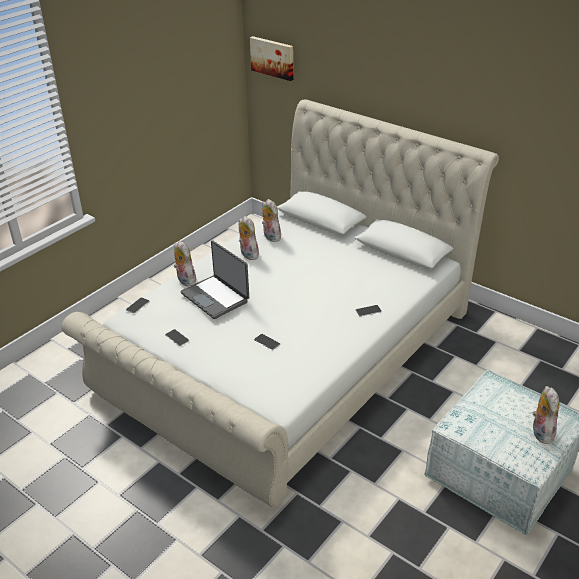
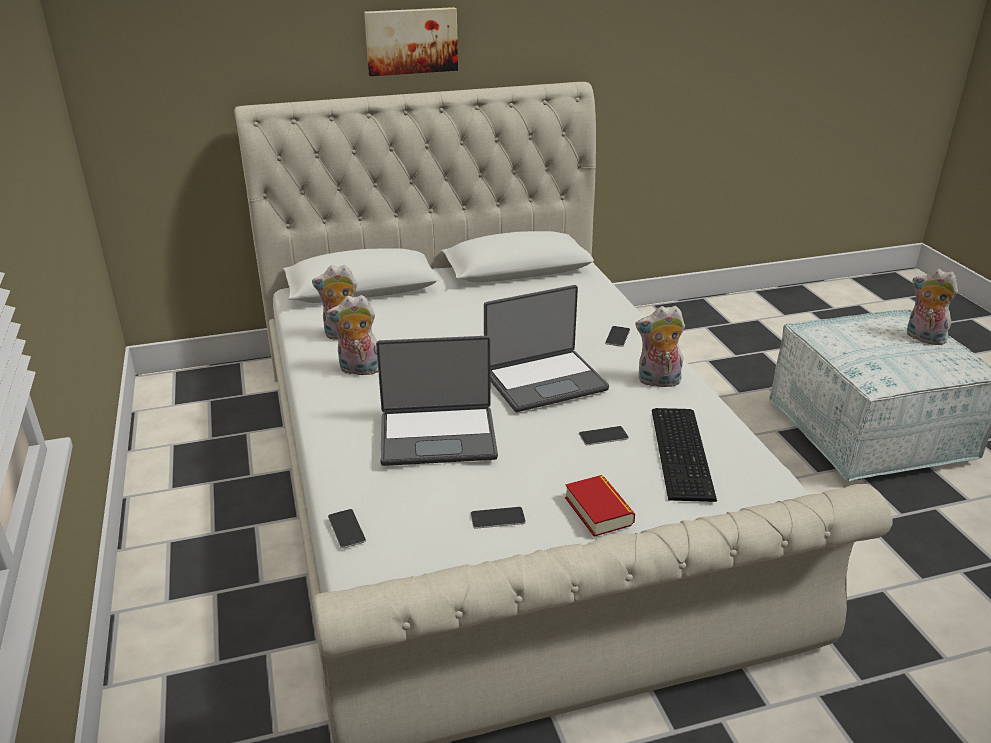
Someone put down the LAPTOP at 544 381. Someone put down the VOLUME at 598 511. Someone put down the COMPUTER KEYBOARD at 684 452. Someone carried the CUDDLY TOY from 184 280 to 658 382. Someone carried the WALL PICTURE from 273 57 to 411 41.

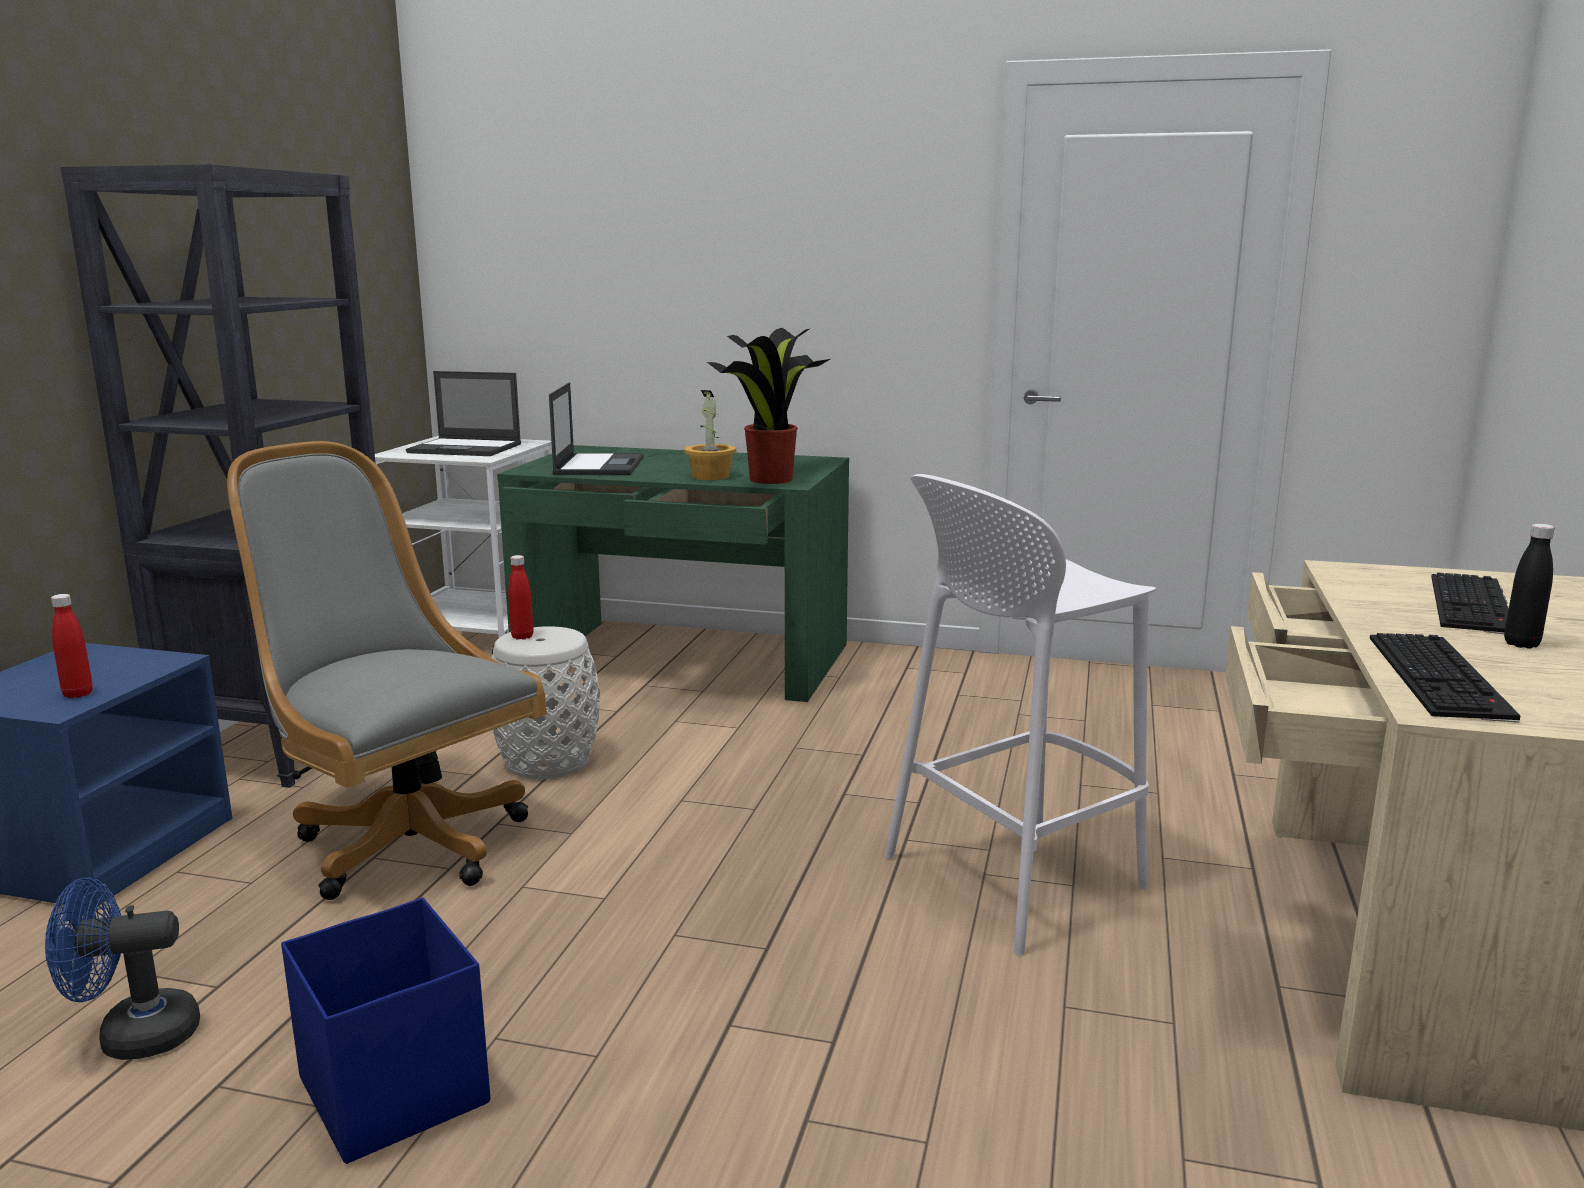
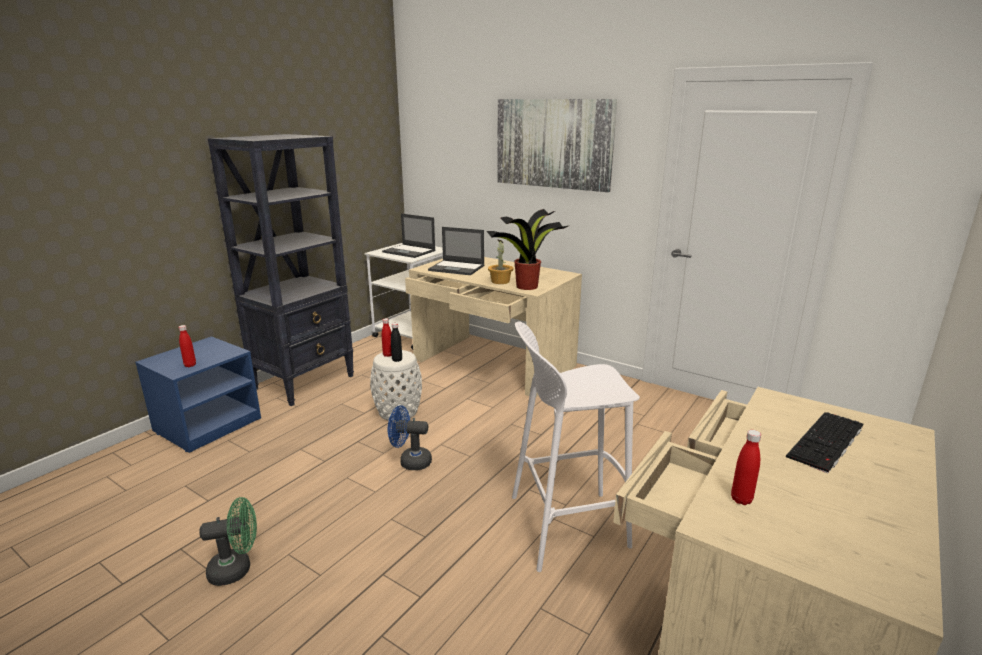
Someone took away the GREYISH COMPUTER CHAIR at 399 840. Someone put up the WALL PICTURE at 553 144. Someone carried the BLUISH FAN from 133 1036 to 410 461. Someone carried the BLACK BEVERAGE BOTTLE from 1521 644 to 397 360. Someone swapped the BLUISH STORAGE CONTAINER at 394 1089 for the GREEN FAN at 237 569. Someone swapped the COMPUTER KEYBOARD at 1442 677 for the RED BEVERAGE BOTTLE at 741 499. Someone repainted the GREEN DESK UNIT at 681 664, which became the BEIGE-COLOURED DESK UNIT at 490 366. Someone rotated the LAPTOP at 599 465 by 90 degrees clockwise.

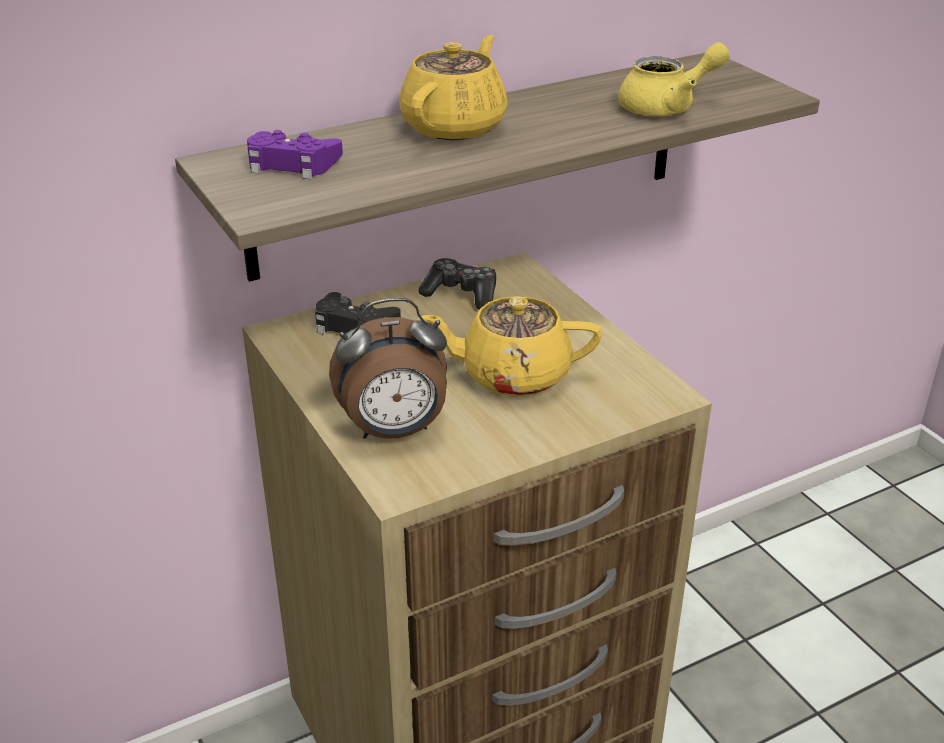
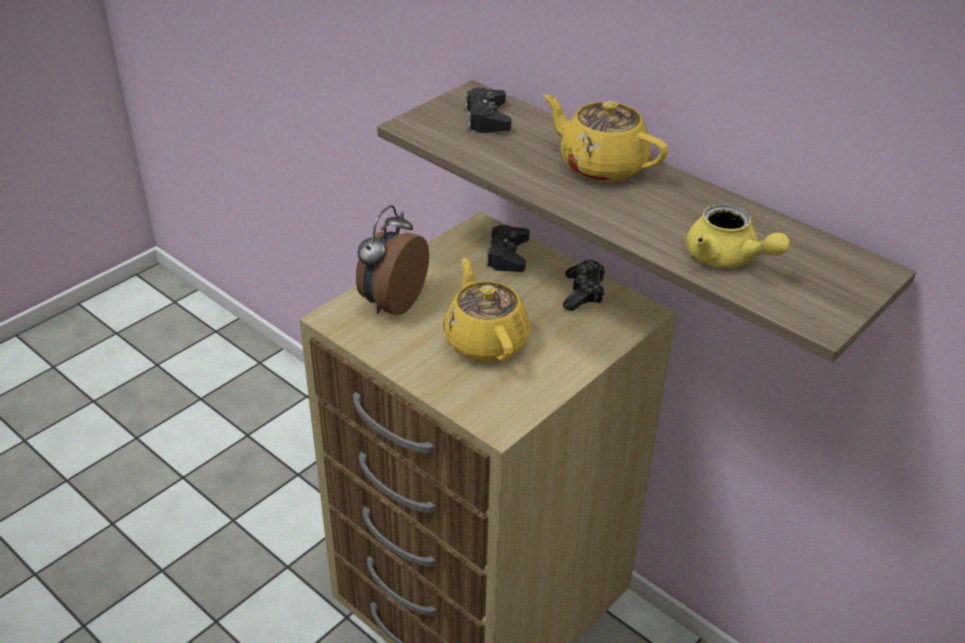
Someone repainted the PURPLE-COLOURED JOYPAD at 291 164, which became the BLACK JOYPAD at 487 118. Someone rotated the BEDSIDE CLOCK at 394 431 by 60 degrees clockwise. Someone rotated the YELLOW TEAPOT at 455 126 by 150 degrees counterclockwise.

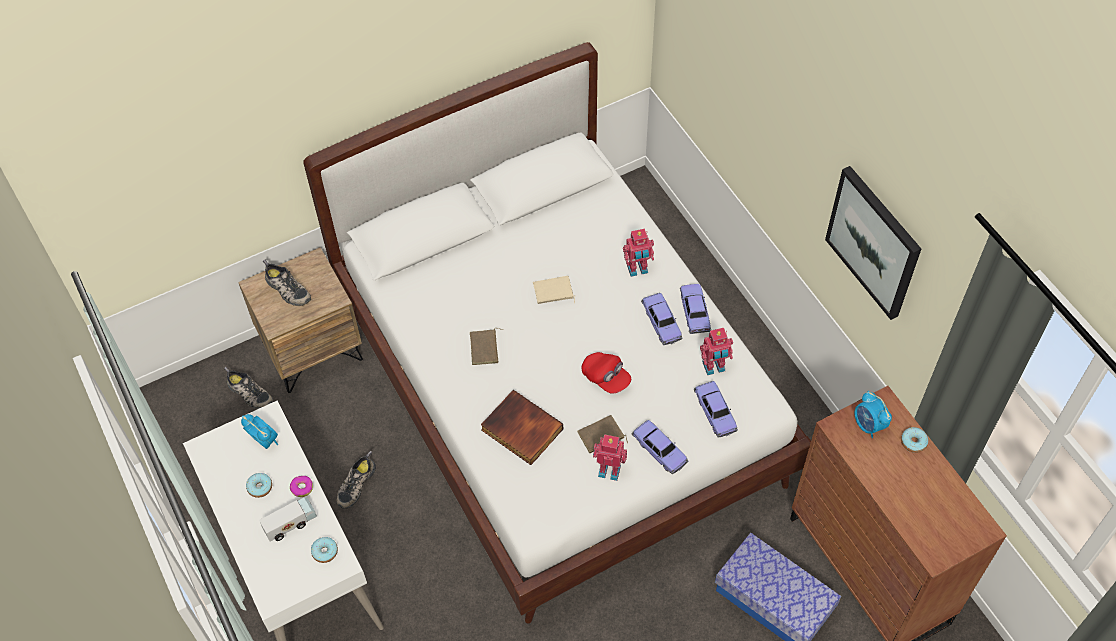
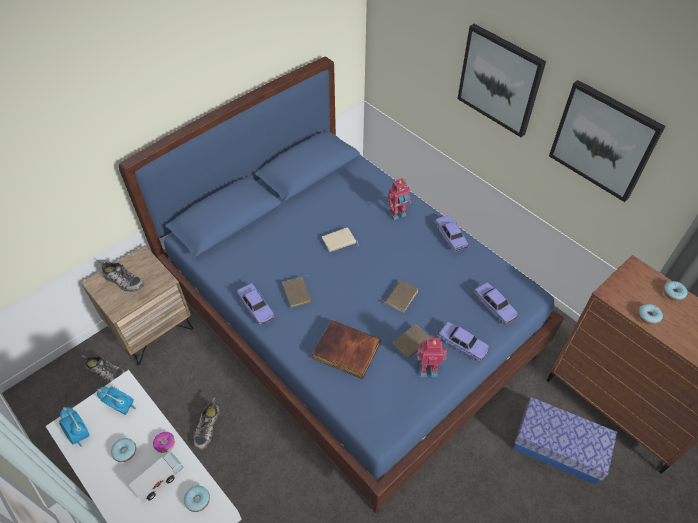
Someone took away the TOY ROBOT at 714 367. Someone put up the WALL PICTURE at 500 80. Someone put down the RING DOUGHNUT at 648 316. Someone carried the TOY CAR from 661 322 to 256 307. Someone carried the BEDSIDE CLOCK from 868 425 to 79 434. Someone swapped the RED CAP at 606 378 for the BROWNISH VOLUME at 400 297. Someone repainted the WHITE BEDROOM BED at 560 391, which became the BLUISH BEDROOM BED at 349 322.

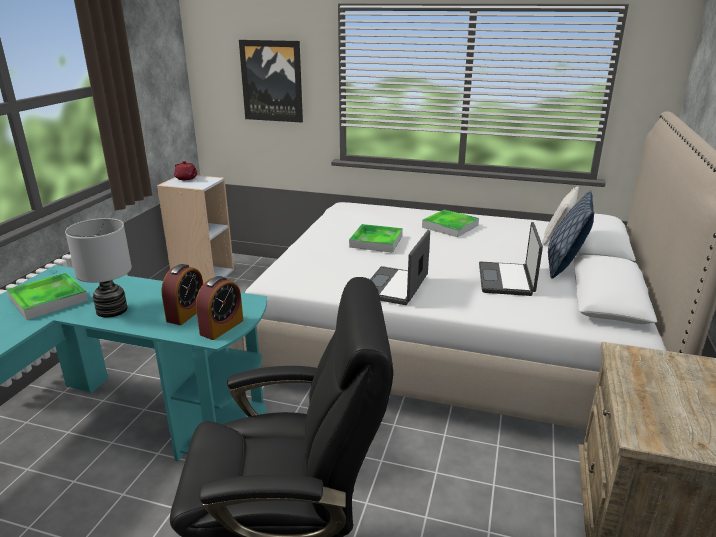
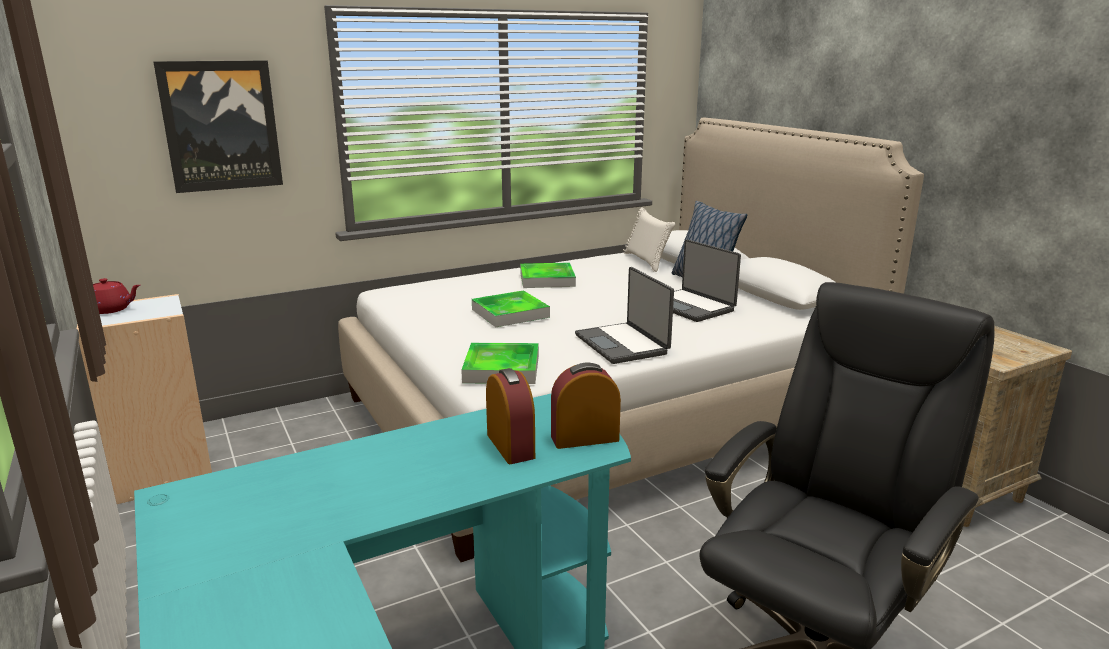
Someone took away the GREYISH LAMP FOR A TABLE at 111 310. Someone carried the TRAY from 48 299 to 502 368. Someone rotated the BEDSIDE CLOCK at 222 327 by 90 degrees counterclockwise.

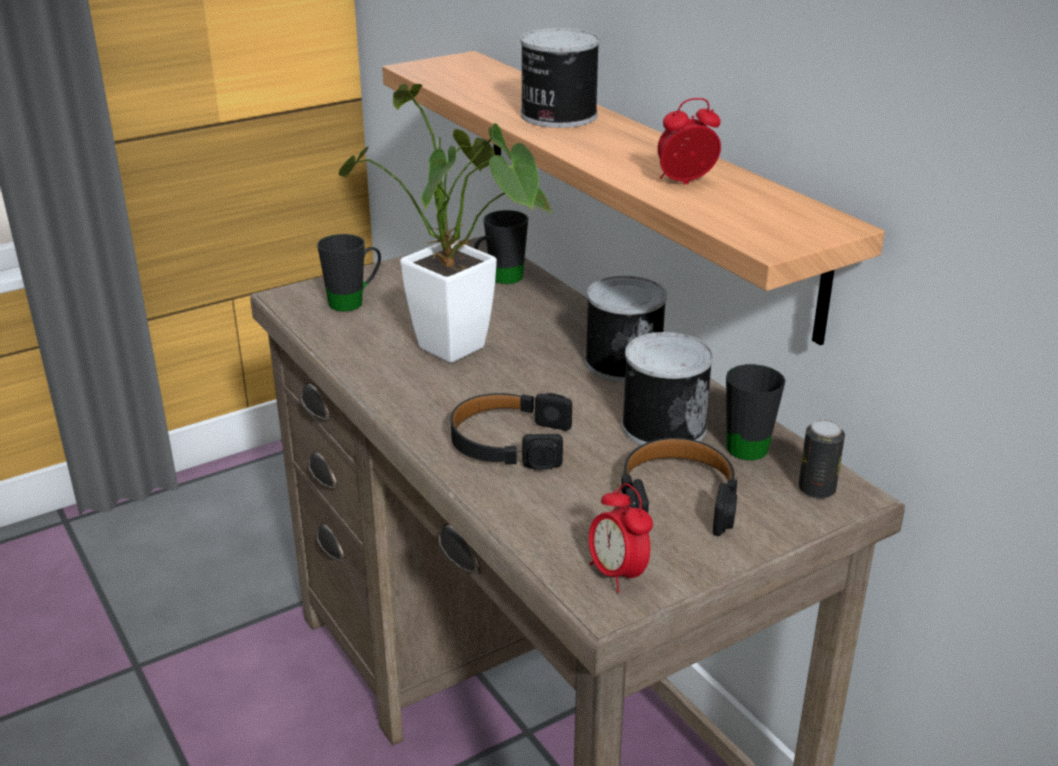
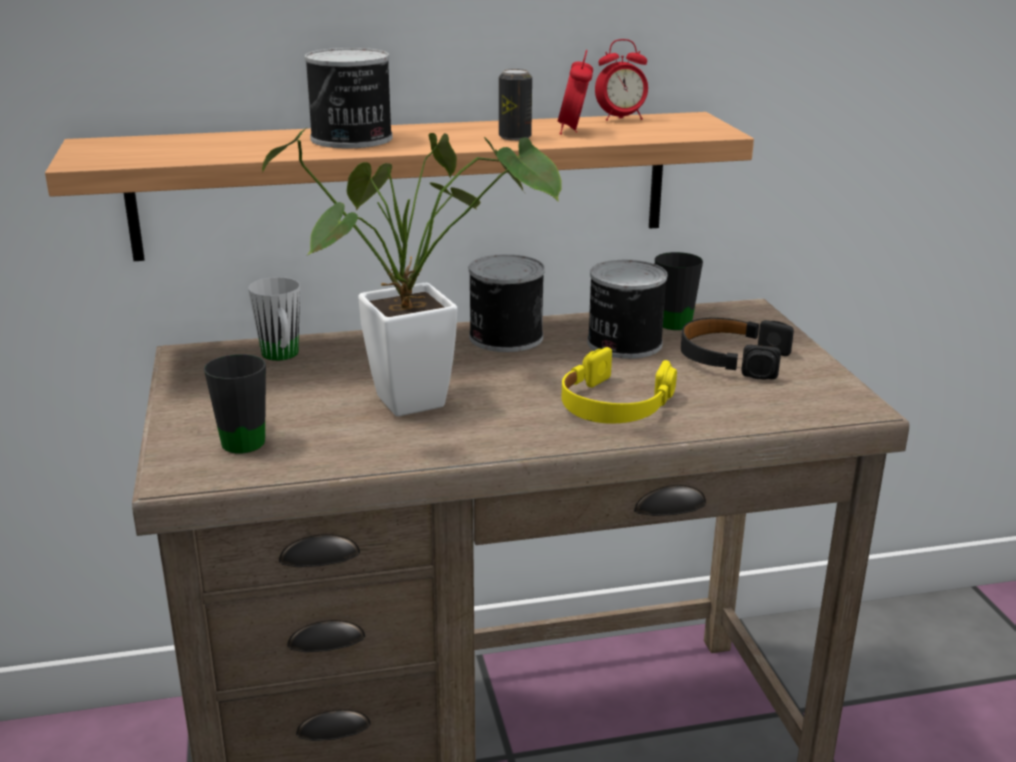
Someone carried the BEDSIDE CLOCK from 617 574 to 621 118. Someone carried the CAN from 816 489 to 515 137. Someone repainted the BLACK PAIR OF HEADPHONES at 509 443, which became the YELLOW PAIR OF HEADPHONES at 613 404. Someone repainted the BLACK MUG at 499 280, which became the WHITE MUG at 282 357.

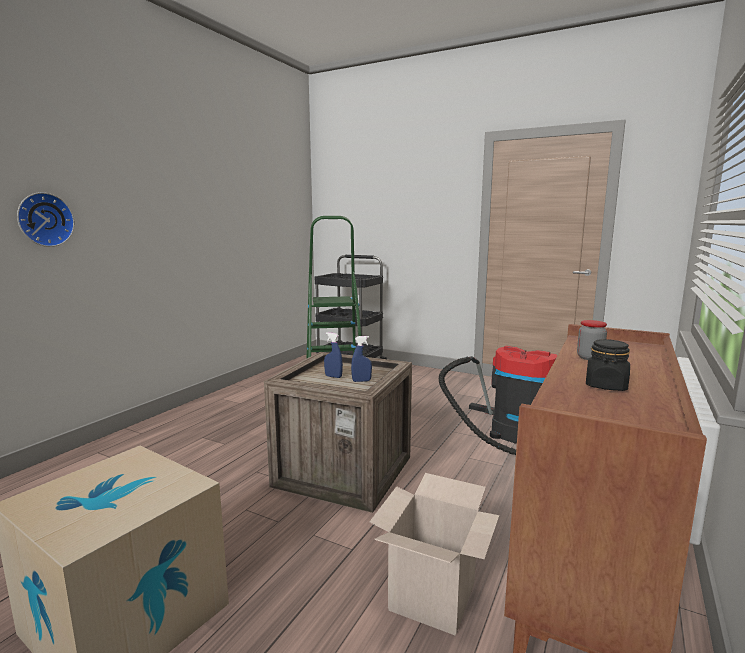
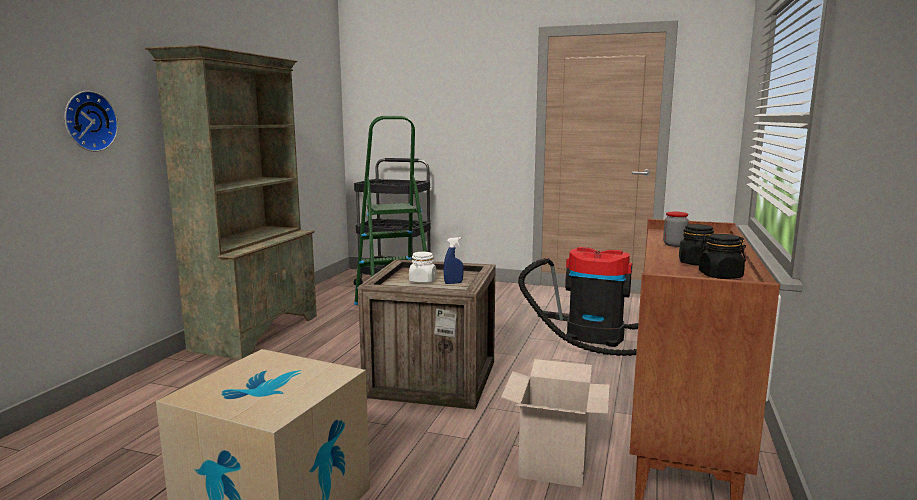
Someone put down the GREEN BOOKCASE at 256 332. Someone put down the BLACK PRESERVE JAR at 720 276. Someone swapped the BLUISH HAND SPRAYER at 333 376 for the WHITE PRESERVE JAR at 422 281.

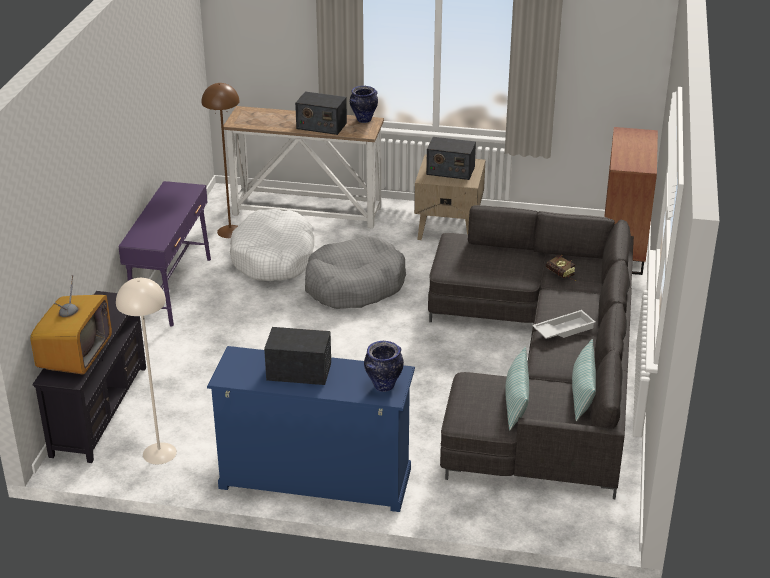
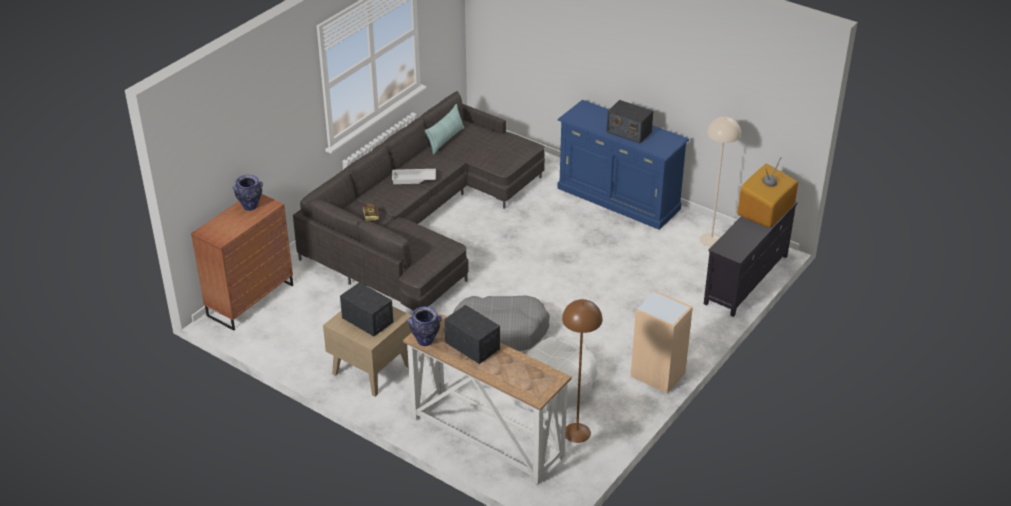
Someone took away the THROW PILLOW at 516 403. Someone carried the VASE from 383 386 to 250 206. Someone swapped the PURPLE-COLOURED HALL TABLE at 173 290 for the BOOKCASE at 658 375.

